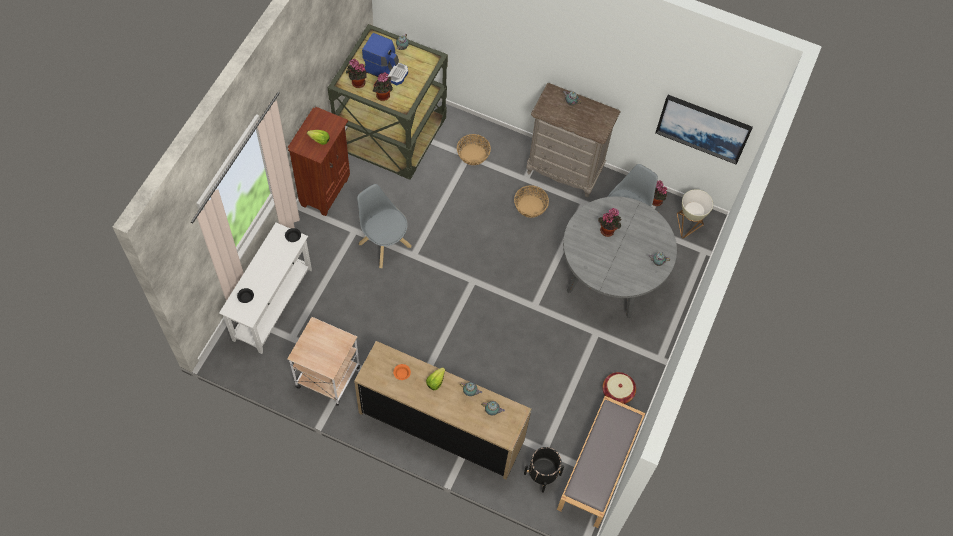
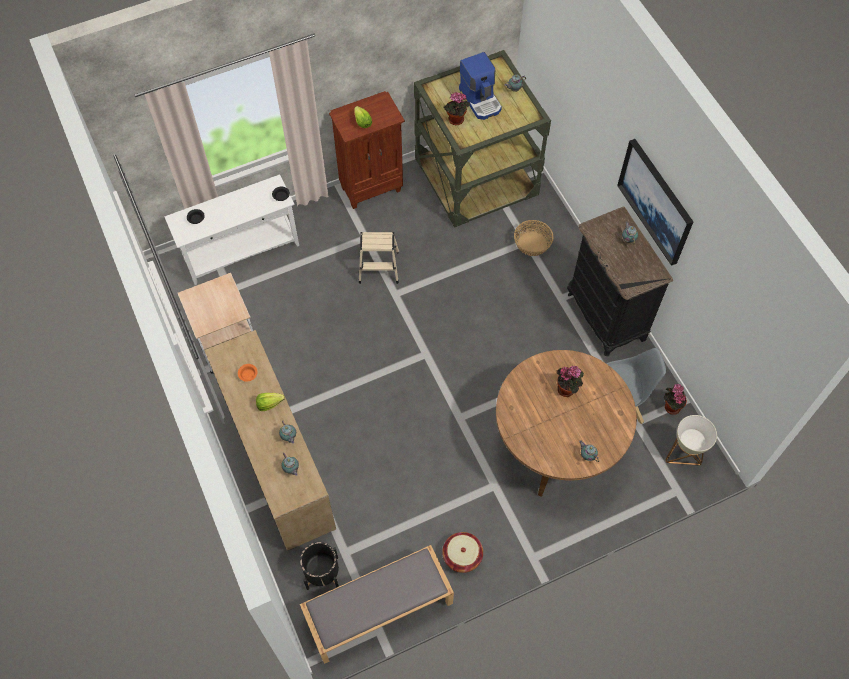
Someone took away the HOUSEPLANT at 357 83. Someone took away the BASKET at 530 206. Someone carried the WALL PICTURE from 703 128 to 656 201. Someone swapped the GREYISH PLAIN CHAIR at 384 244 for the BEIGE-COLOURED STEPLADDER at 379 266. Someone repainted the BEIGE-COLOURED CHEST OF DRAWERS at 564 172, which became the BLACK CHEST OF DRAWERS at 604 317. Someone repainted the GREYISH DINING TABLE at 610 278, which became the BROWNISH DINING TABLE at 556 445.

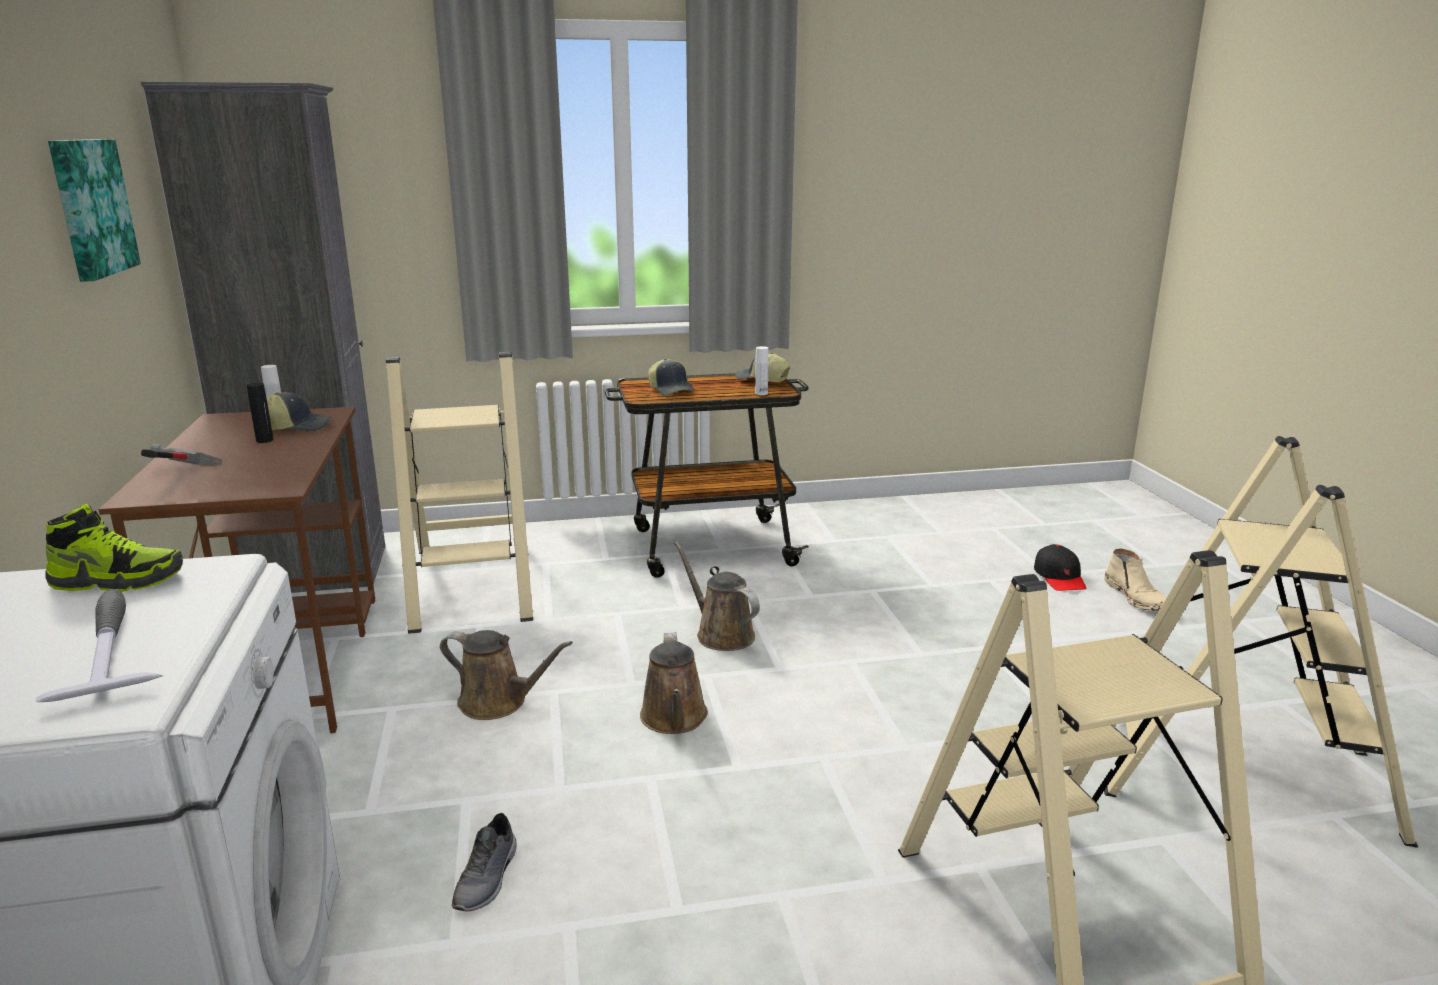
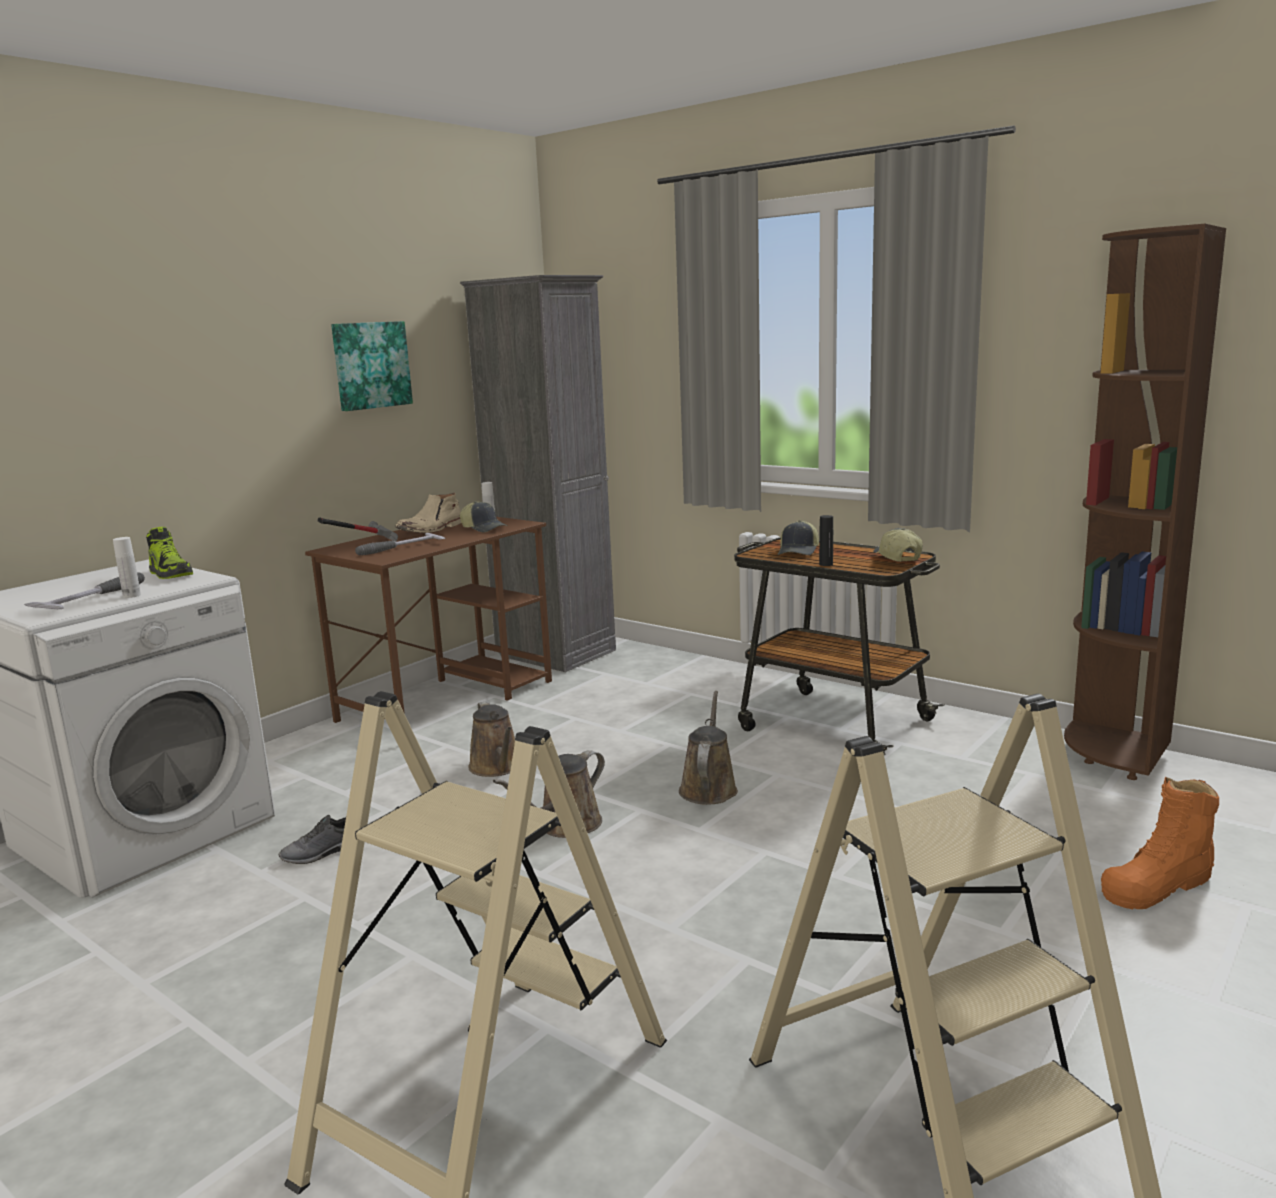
Someone took away the BEIGE-COLOURED STEPLADDER at 472 582. Someone put down the TOOL HAMMER at 397 548. Someone put down the BROWNISH BOOKCASE at 1112 759. Someone carried the BLACK BEVERAGE BOTTLE from 264 440 to 826 564. Someone carried the WHITE BEVERAGE BOTTLE from 761 393 to 132 595. Someone carried the BEIGE-COLOURED TALL BOOT from 1137 597 to 431 529. Someone swapped the BLACK CAP at 1059 577 for the ORANGE-COLOURED TALL BOOT at 1157 885.

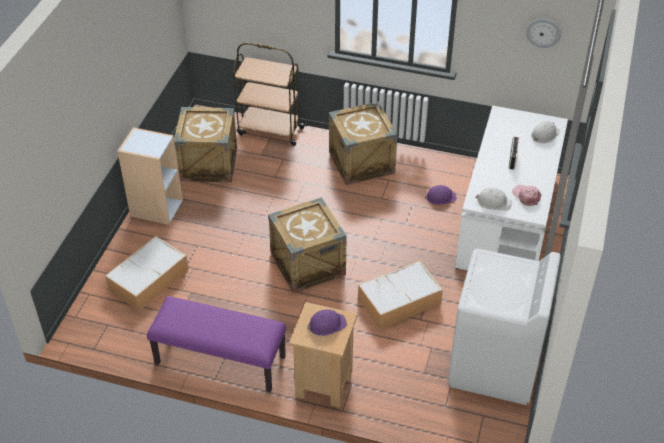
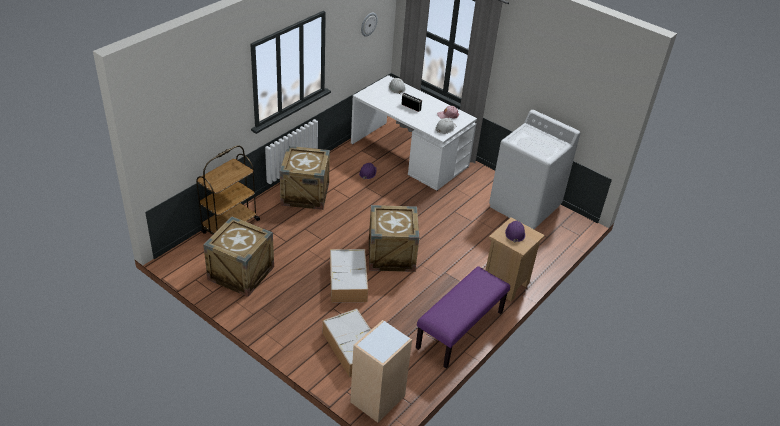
Someone carried the BOOKCASE from 156 208 to 377 399. Someone carried the STORAGE CONTAINER from 398 302 to 348 282.

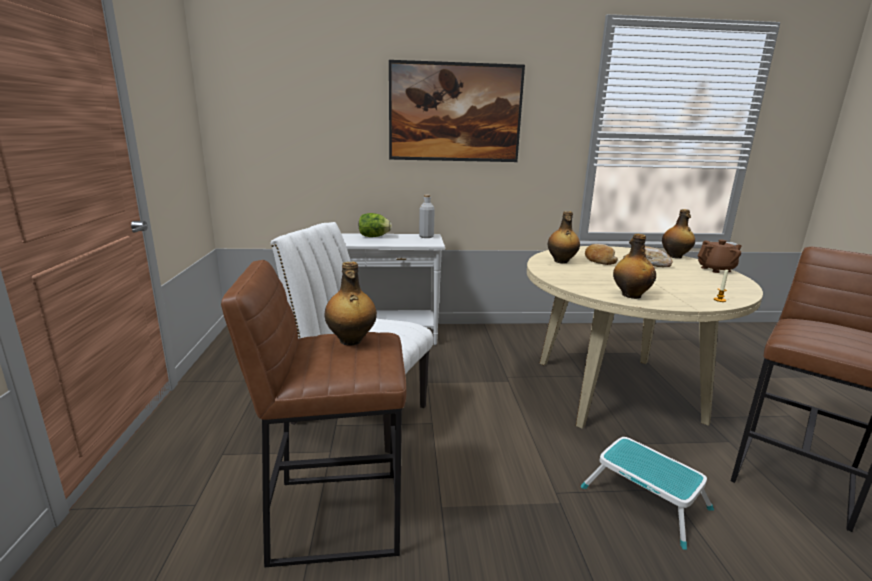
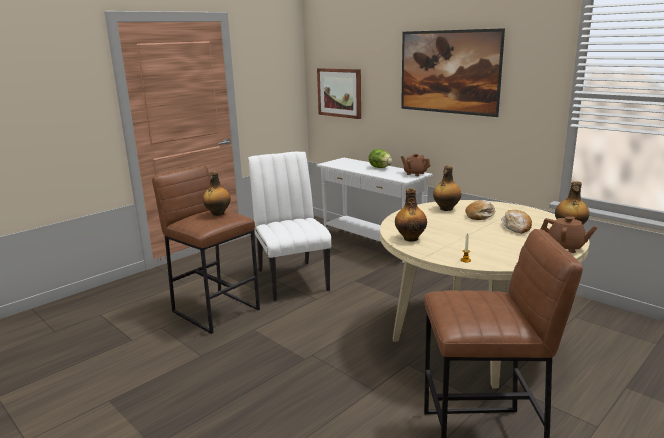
Someone took away the BLUE-GREEN STEPLADDER at 645 498. Someone put up the WALL PICTURE at 339 92. Someone swapped the GREYISH BEVERAGE BOTTLE at 426 236 for the BROWNISH TEAPOT at 415 173.

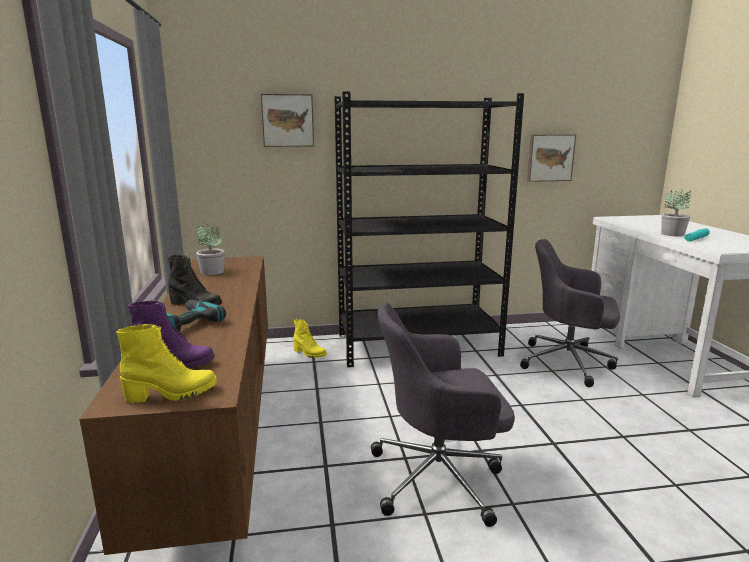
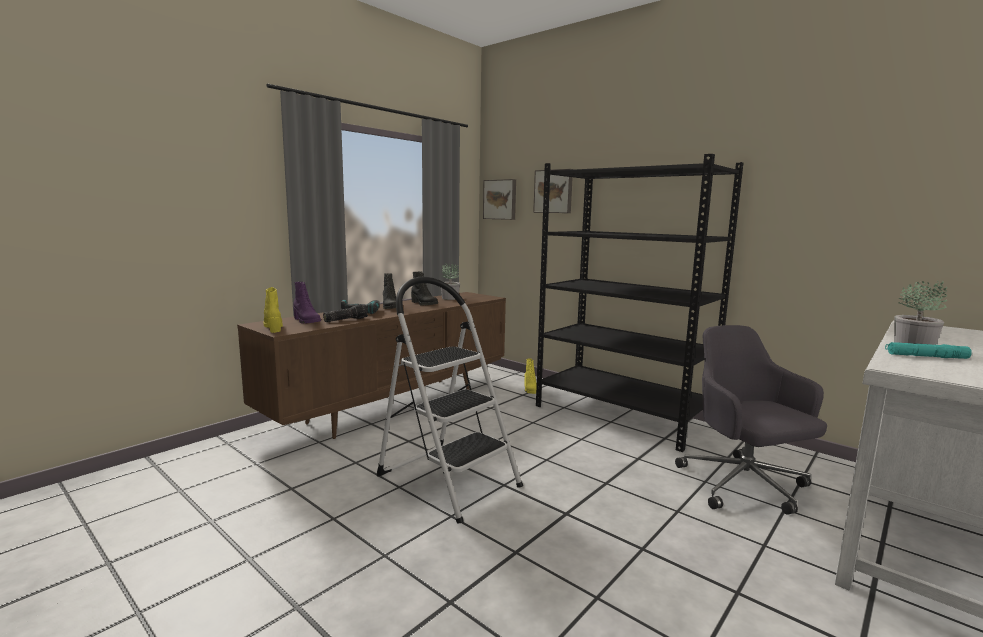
Someone put down the FLASHLIGHT at 346 320. Someone put down the BLACK TALL BOOT at 423 304. Someone carried the WALL PICTURE from 549 157 to 500 199. Someone swapped the GREYISH COMPUTER CHAIR at 439 477 for the STEPLADDER at 446 479. Someone rotated the YELLOW TALL BOOT at 171 394 by 150 degrees counterclockwise.

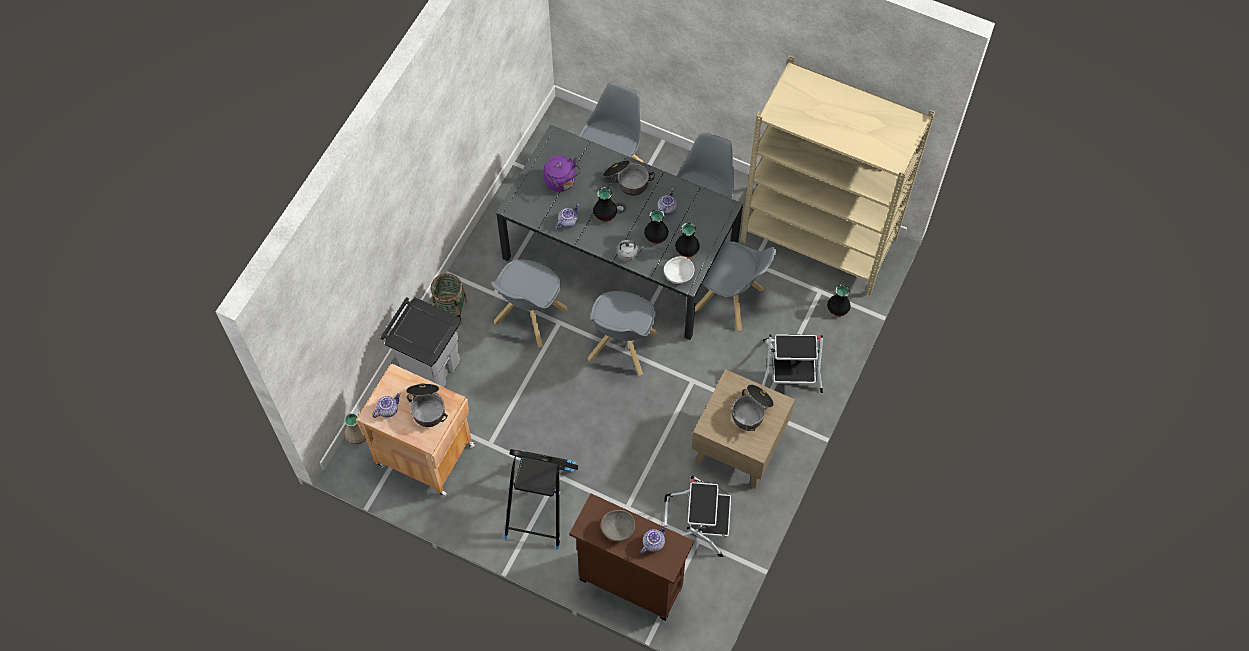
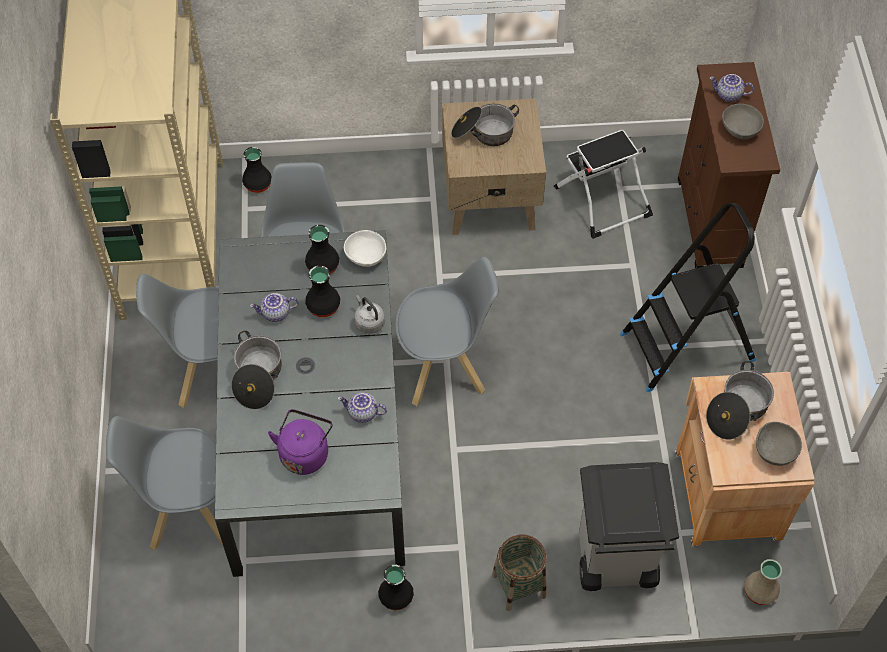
Someone took away the GREYISH PLAIN CHAIR at 529 317. Someone took away the STEPLADDER at 790 367. Someone carried the BLACK VASE from 604 213 to 396 597. Someone swapped the TEAPOT at 388 409 for the GREYISH DEEP DISH at 774 452.

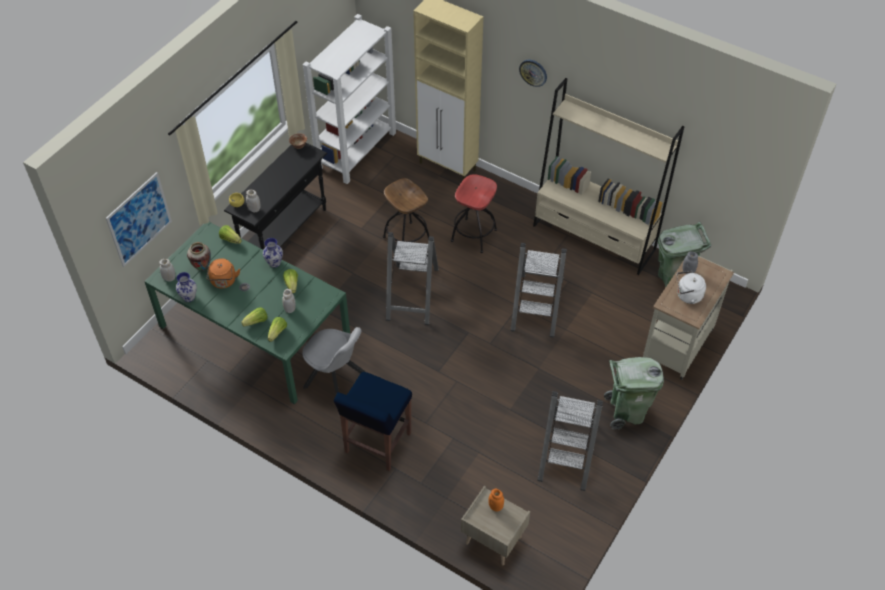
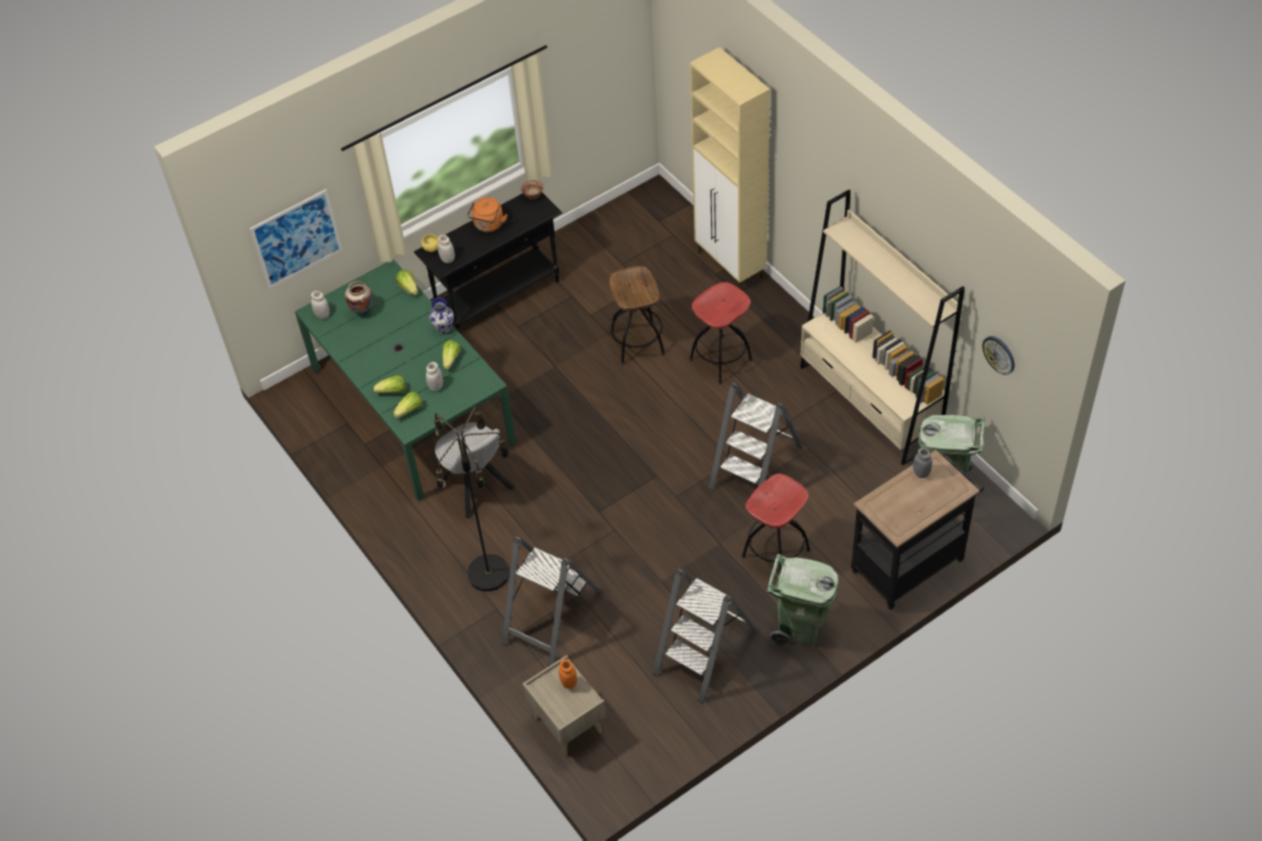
Someone took away the VASE at 189 297. Someone took away the WHITE BOOKCASE at 356 150. Someone took away the WHITE KETTLE at 687 296. Someone put down the RED STOOL SEAT at 775 553. Someone carried the ORANGE-COLOURED KETTLE from 223 282 to 488 225. Someone carried the GREYISH STEPLADDER from 412 295 to 551 618. Someone carried the WALL CLOCK from 533 72 to 999 354. Someone swapped the BLUISH STOOL SEAT at 377 443 for the FLOOR LAMP at 489 574. Someone repainted the BEIGE-COLOURED TROLLEY at 679 343, which became the BLACK TROLLEY at 910 564.

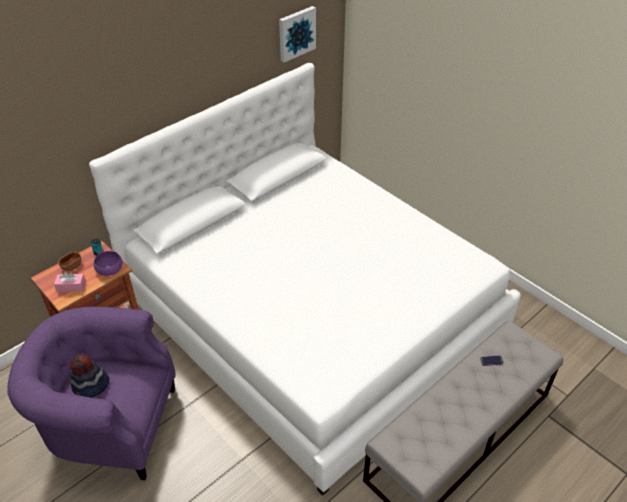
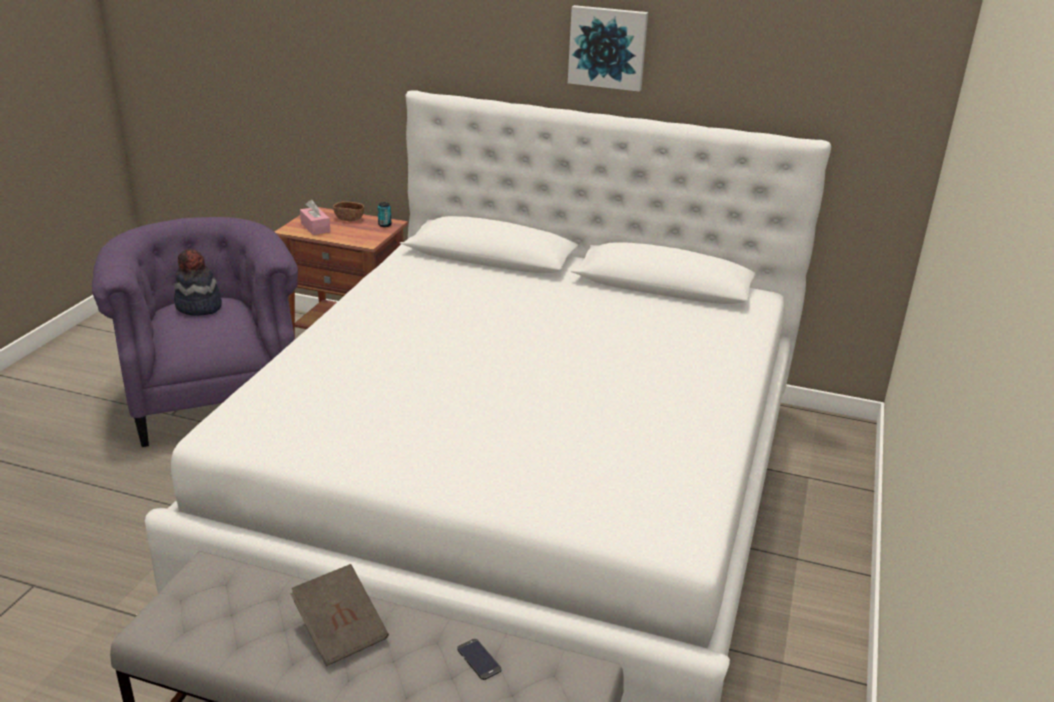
Someone took away the PURPLE-COLOURED DEEP DISH at 109 269. Someone put down the BROWNISH VOLUME at 341 630. Someone carried the WALL PICTURE from 296 33 to 608 47.

